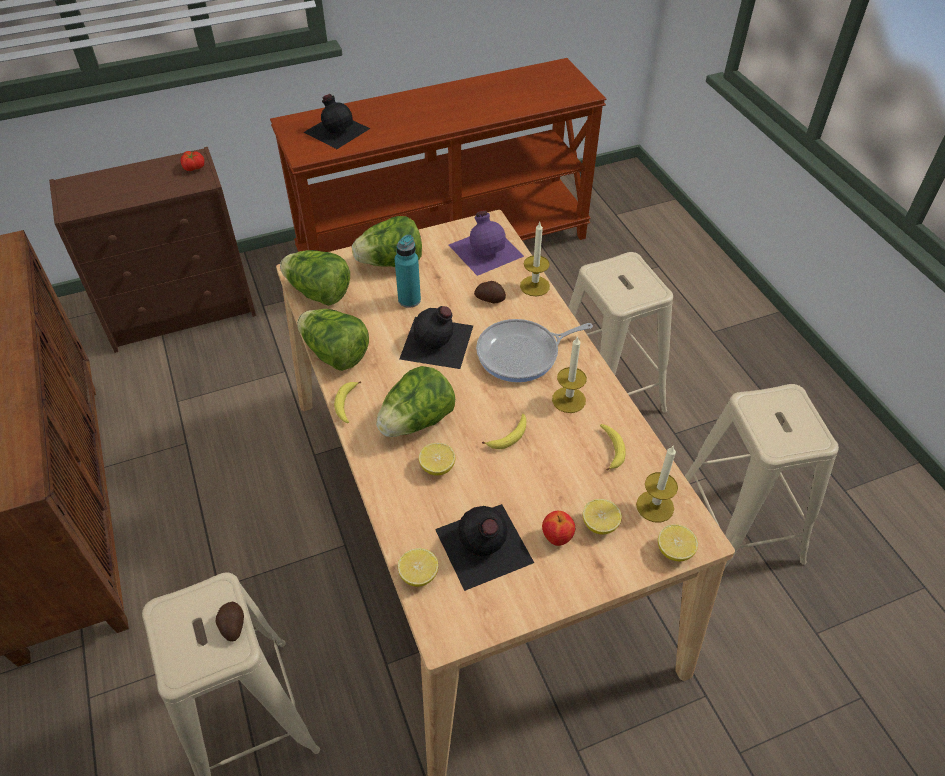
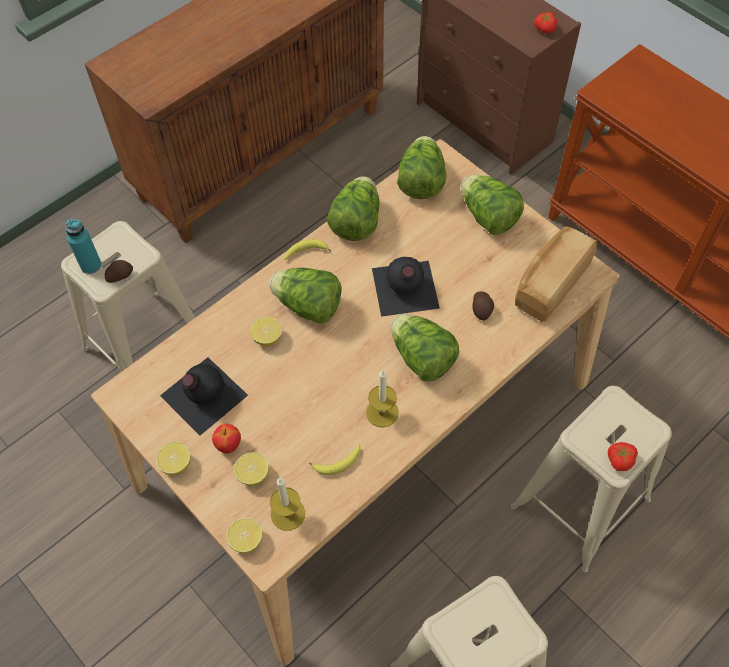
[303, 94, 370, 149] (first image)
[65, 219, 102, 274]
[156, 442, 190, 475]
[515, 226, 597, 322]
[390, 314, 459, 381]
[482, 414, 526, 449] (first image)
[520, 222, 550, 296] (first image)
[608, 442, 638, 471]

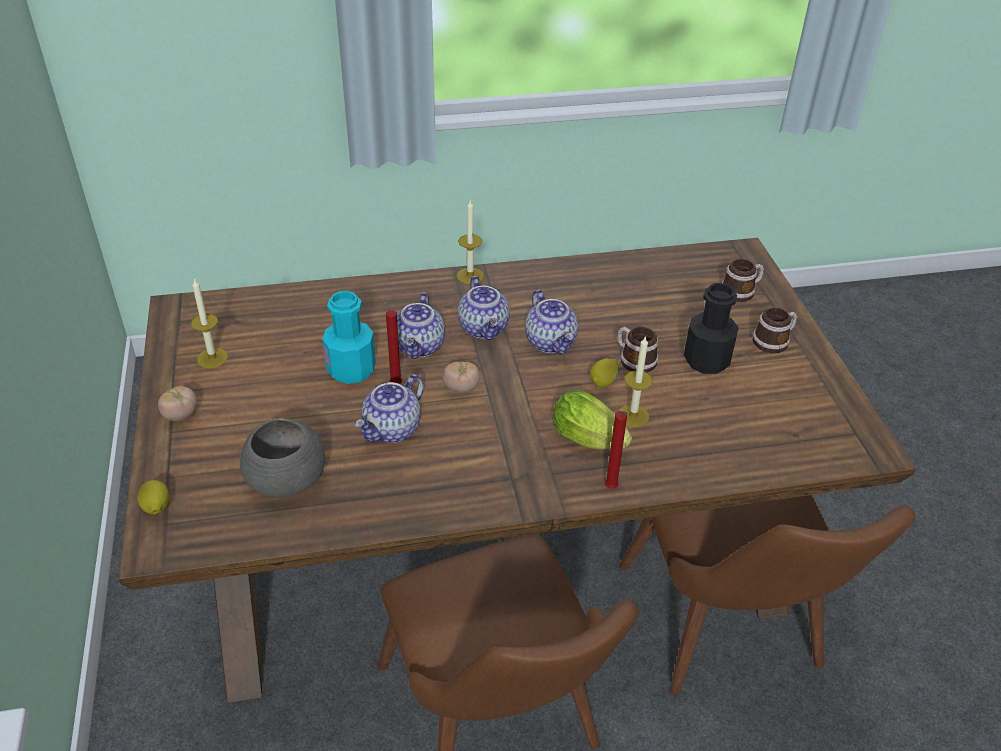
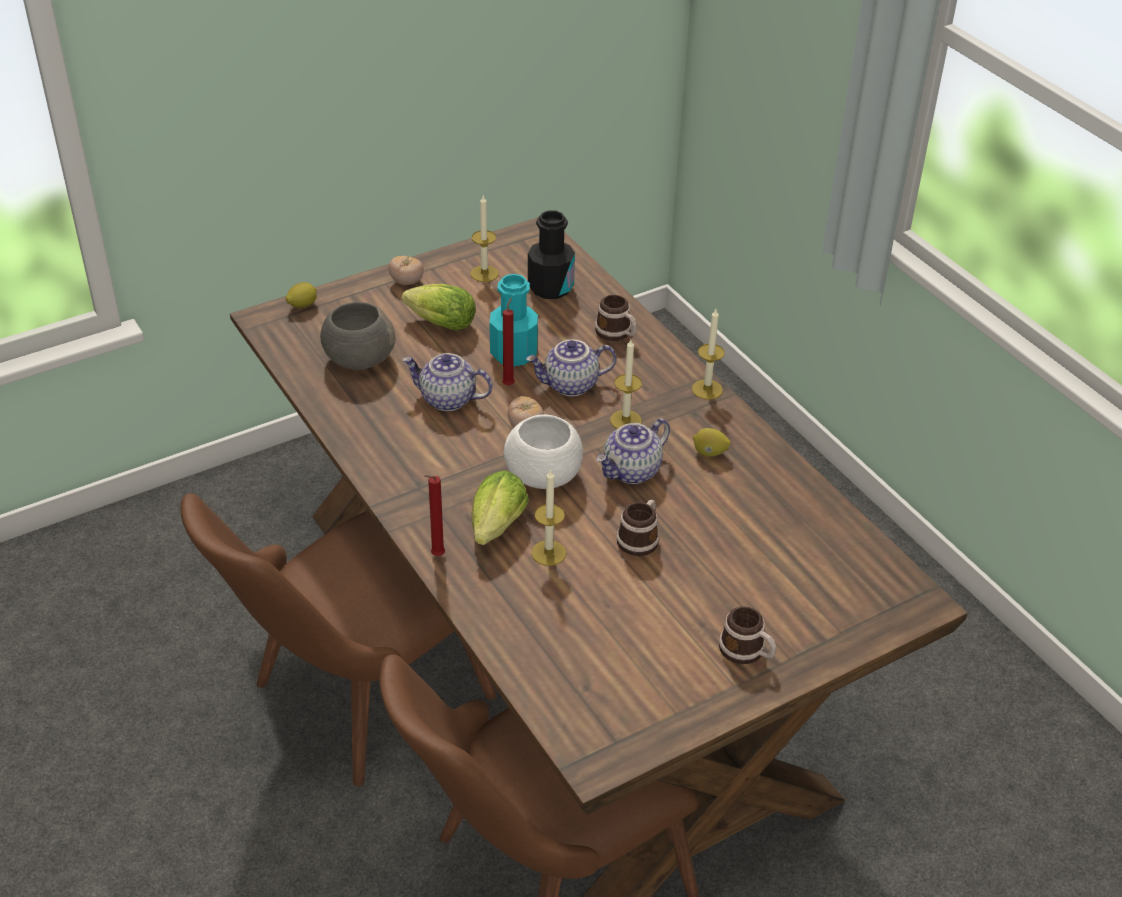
[610, 339, 642, 429]
[693, 428, 731, 456]
[528, 210, 575, 299]
[595, 295, 637, 341]
[402, 284, 476, 330]
[504, 414, 583, 489]

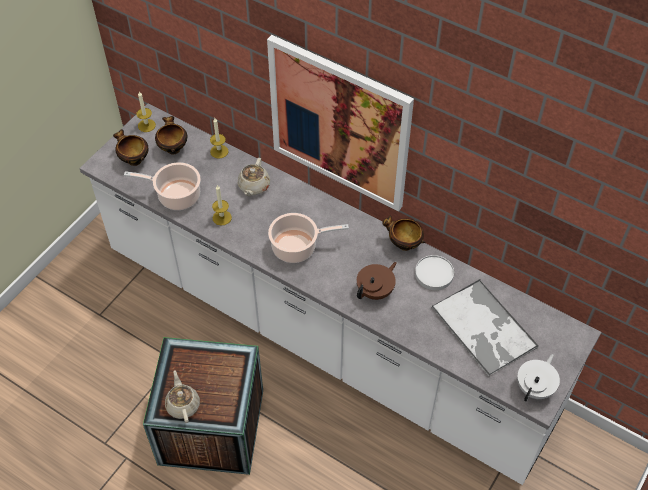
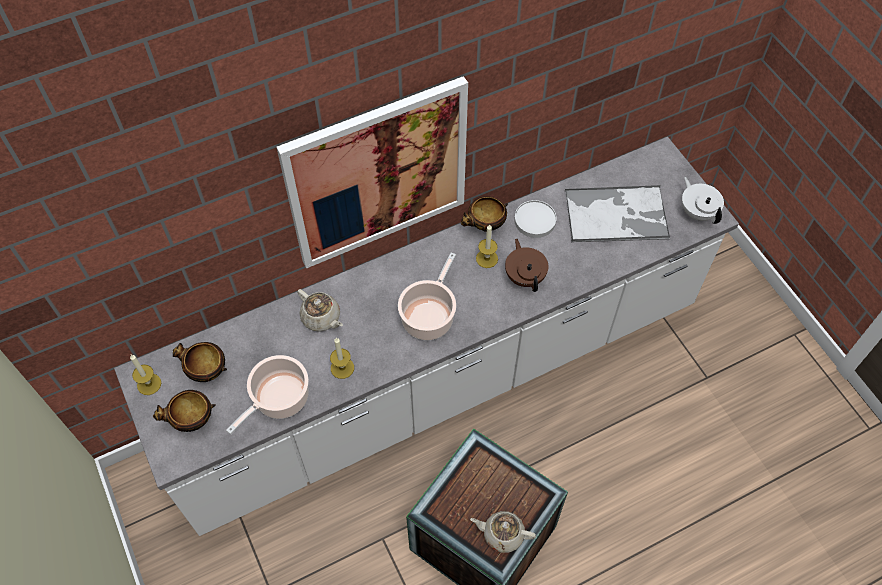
[476, 225, 498, 268]

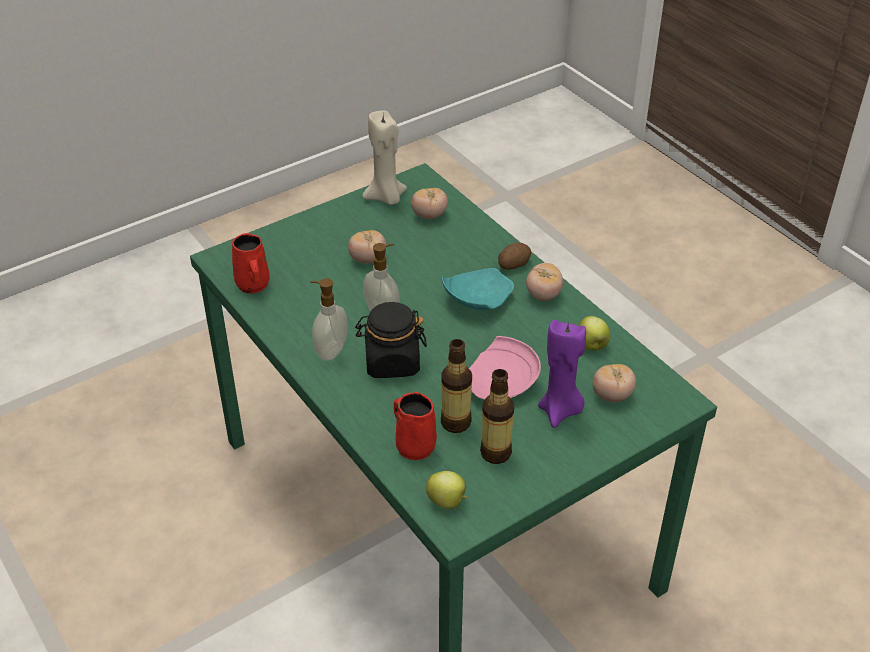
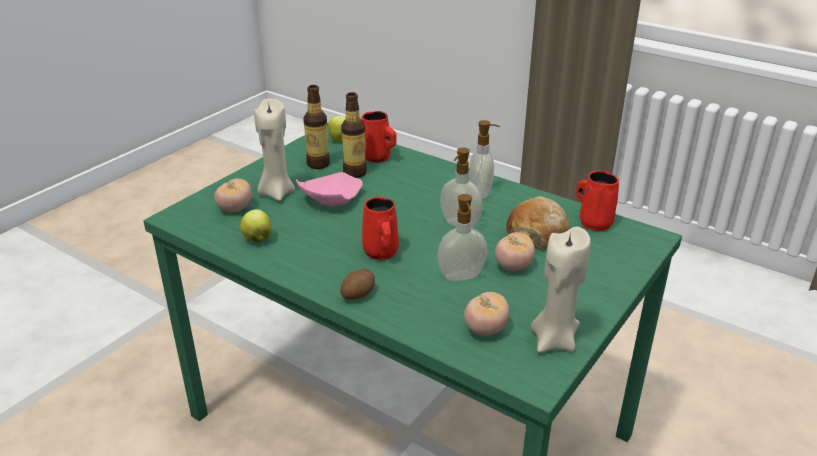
[355, 302, 427, 378] (first image)
[362, 197, 399, 260]
[526, 263, 563, 301] (first image)
[254, 99, 295, 201]
[437, 194, 487, 281]
[506, 196, 570, 249]

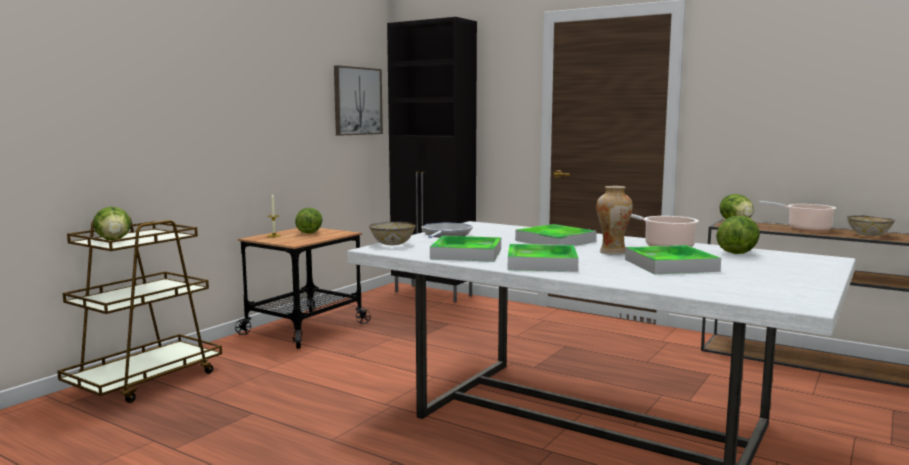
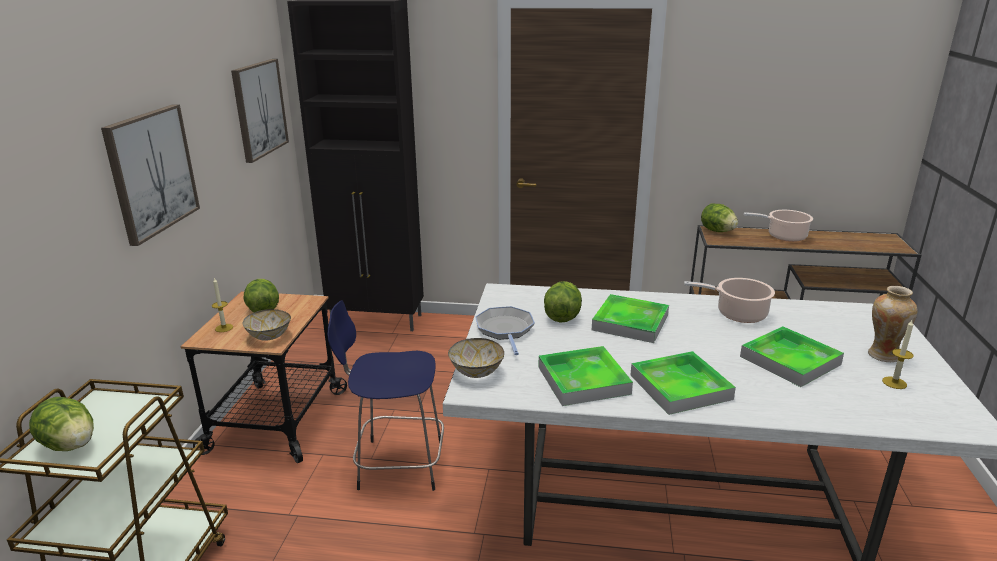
[868, 286, 918, 362]
[544, 281, 582, 323]
[243, 309, 291, 341]
[101, 104, 200, 246]
[327, 300, 444, 491]
[882, 320, 913, 389]

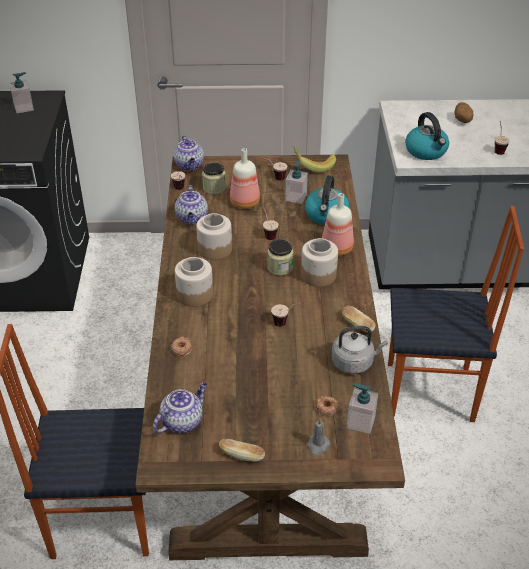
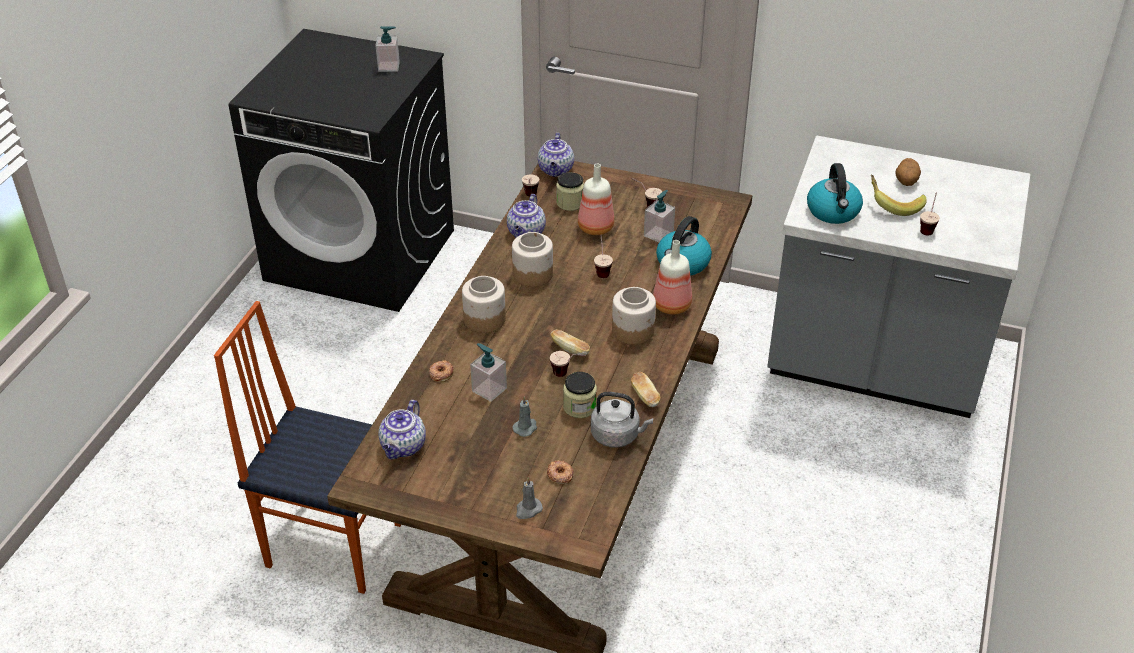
[378, 400, 426, 459]
[551, 330, 590, 355]
[563, 372, 597, 418]
[871, 175, 927, 216]
[470, 343, 507, 402]
[388, 206, 524, 422] (first image)
[512, 396, 537, 437]

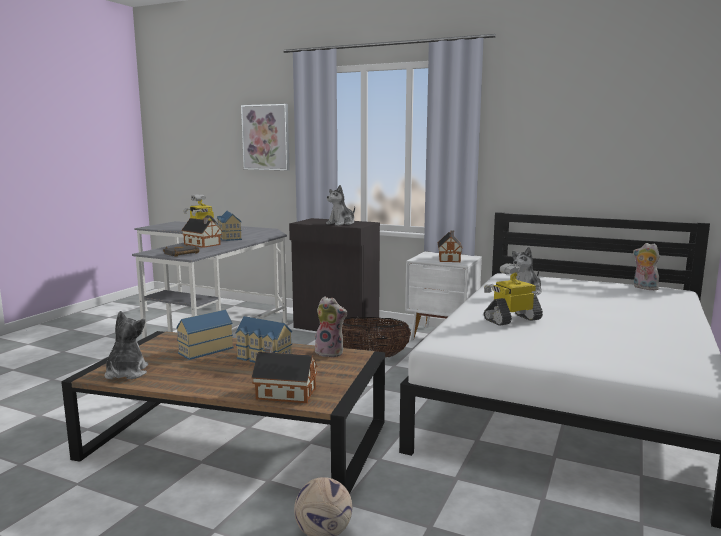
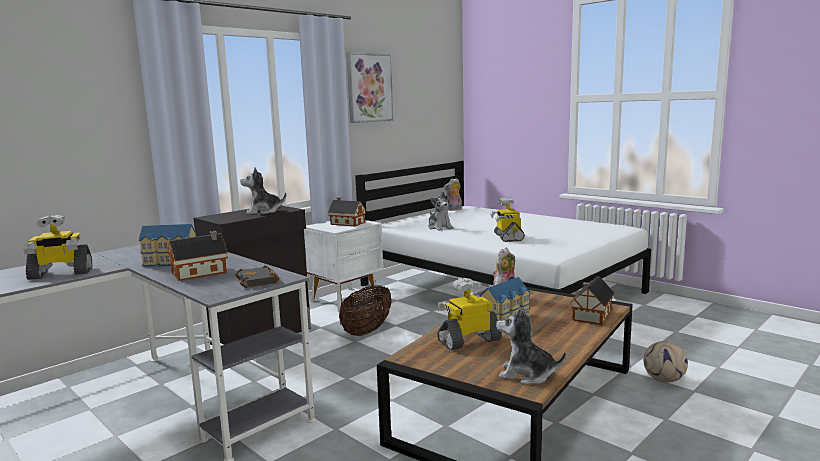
[437, 278, 502, 350]
[347, 52, 393, 123]
[240, 168, 286, 214]

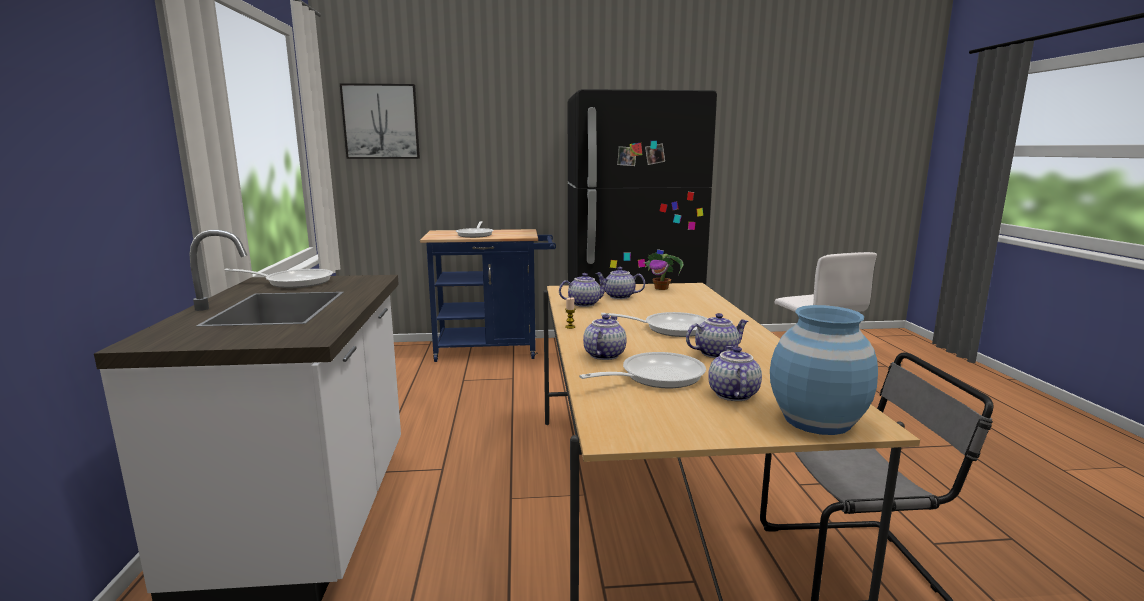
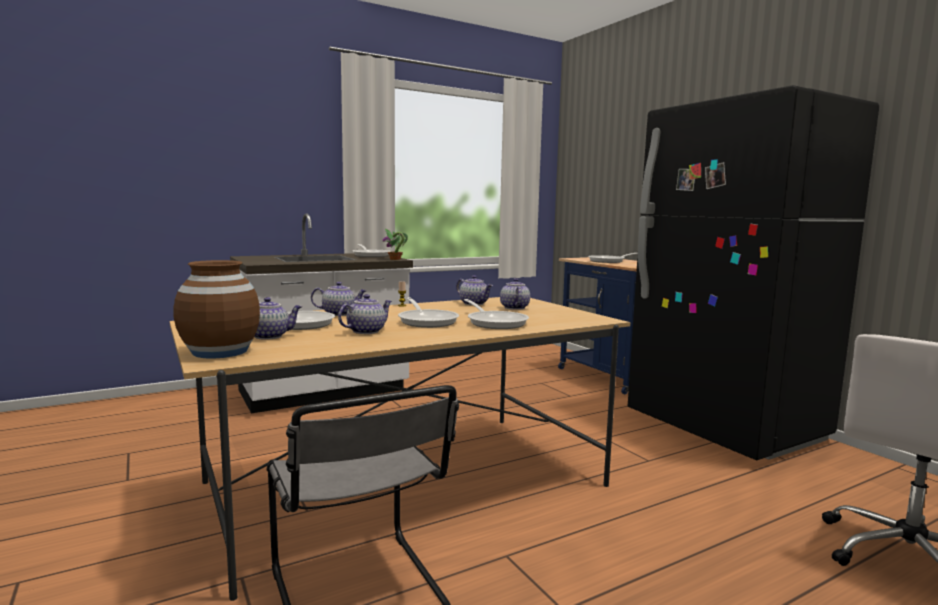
[340, 83, 420, 159] (first image)
[383, 229, 408, 260]
[338, 294, 392, 334]
[174, 260, 260, 359]
[464, 299, 529, 329]

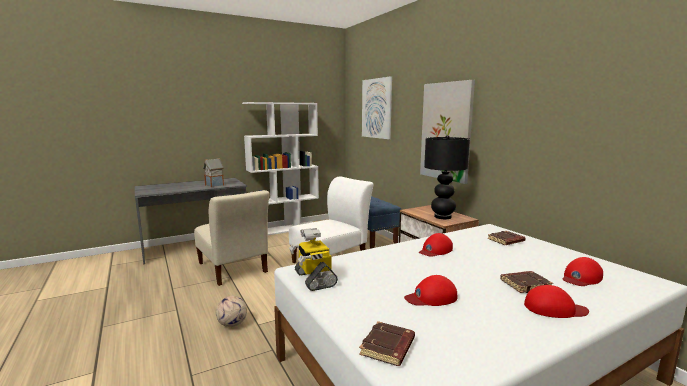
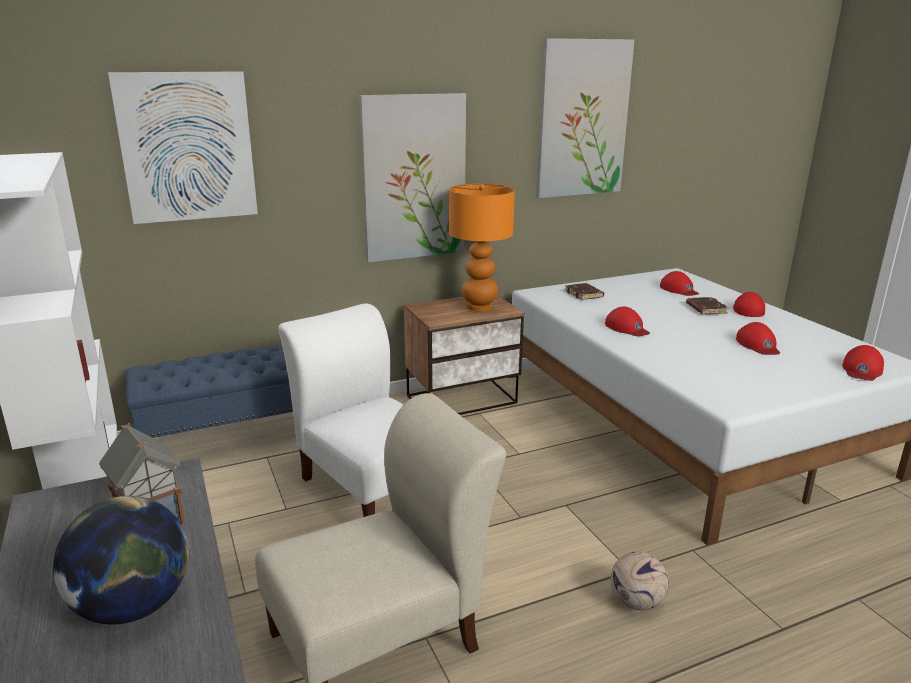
[289, 228, 338, 291] (first image)
[842, 345, 884, 381]
[449, 183, 515, 312]
[53, 496, 189, 624]
[536, 38, 635, 198]

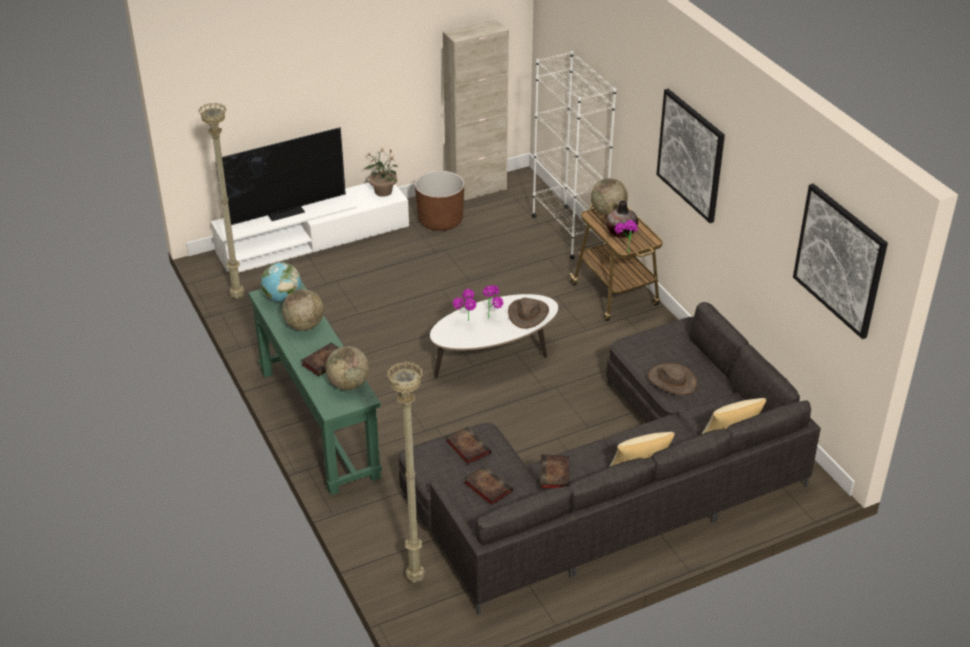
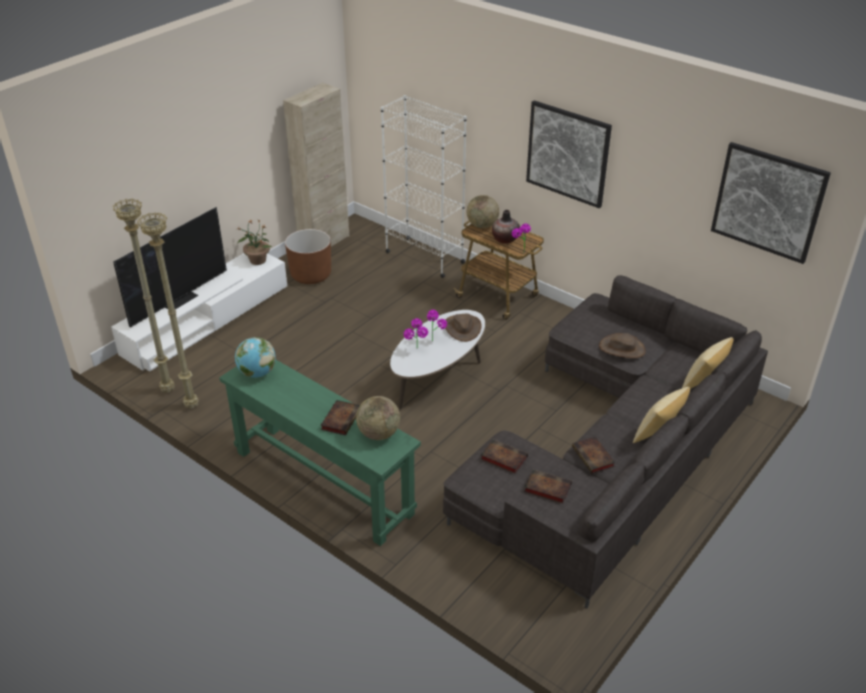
[282, 289, 324, 331] (first image)
[137, 212, 199, 408]

